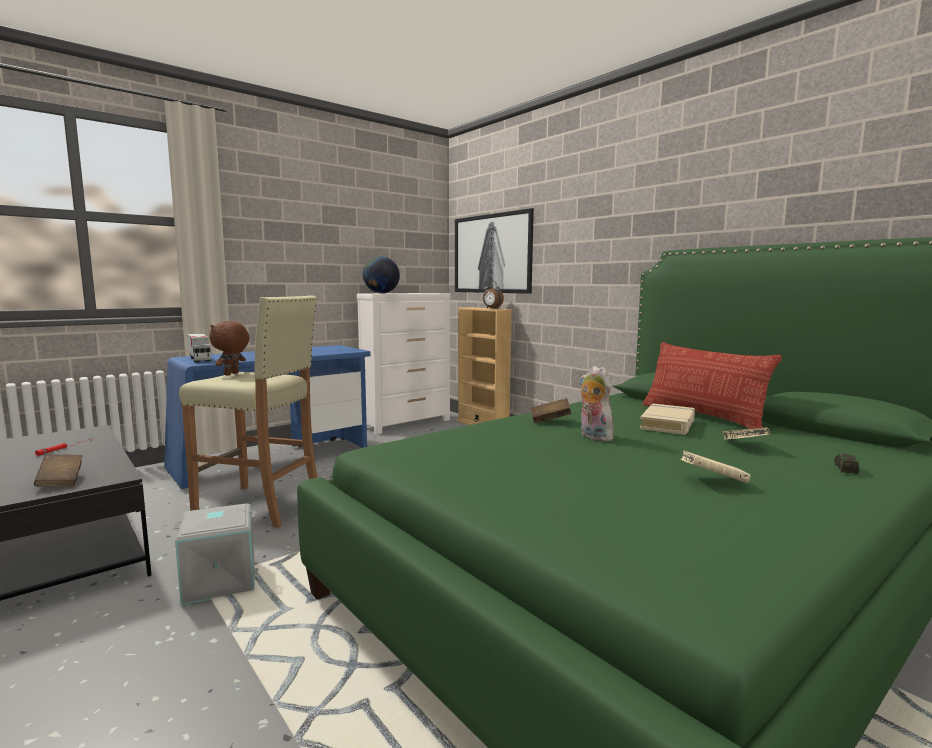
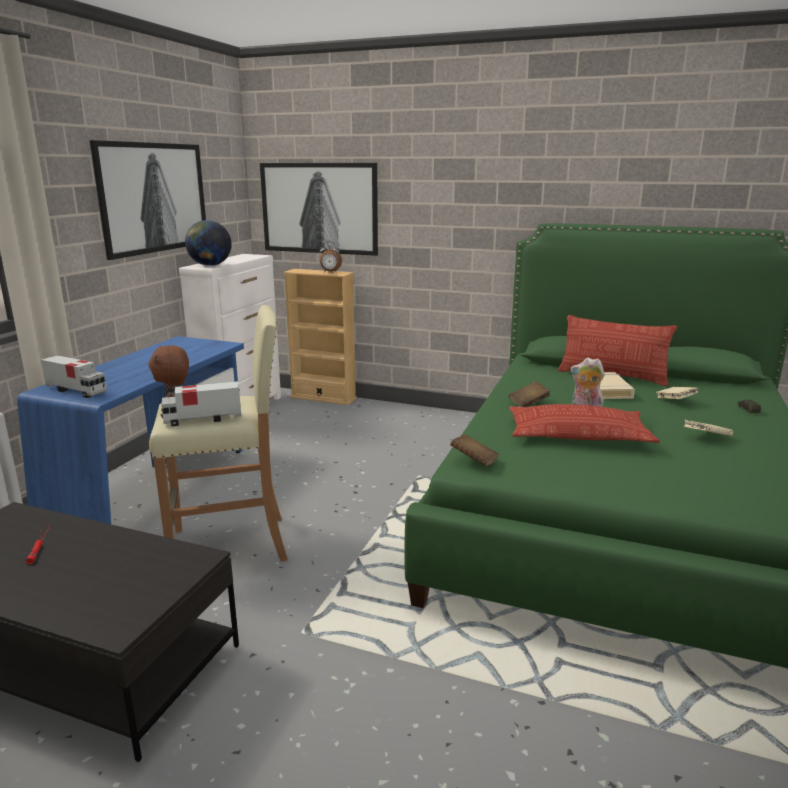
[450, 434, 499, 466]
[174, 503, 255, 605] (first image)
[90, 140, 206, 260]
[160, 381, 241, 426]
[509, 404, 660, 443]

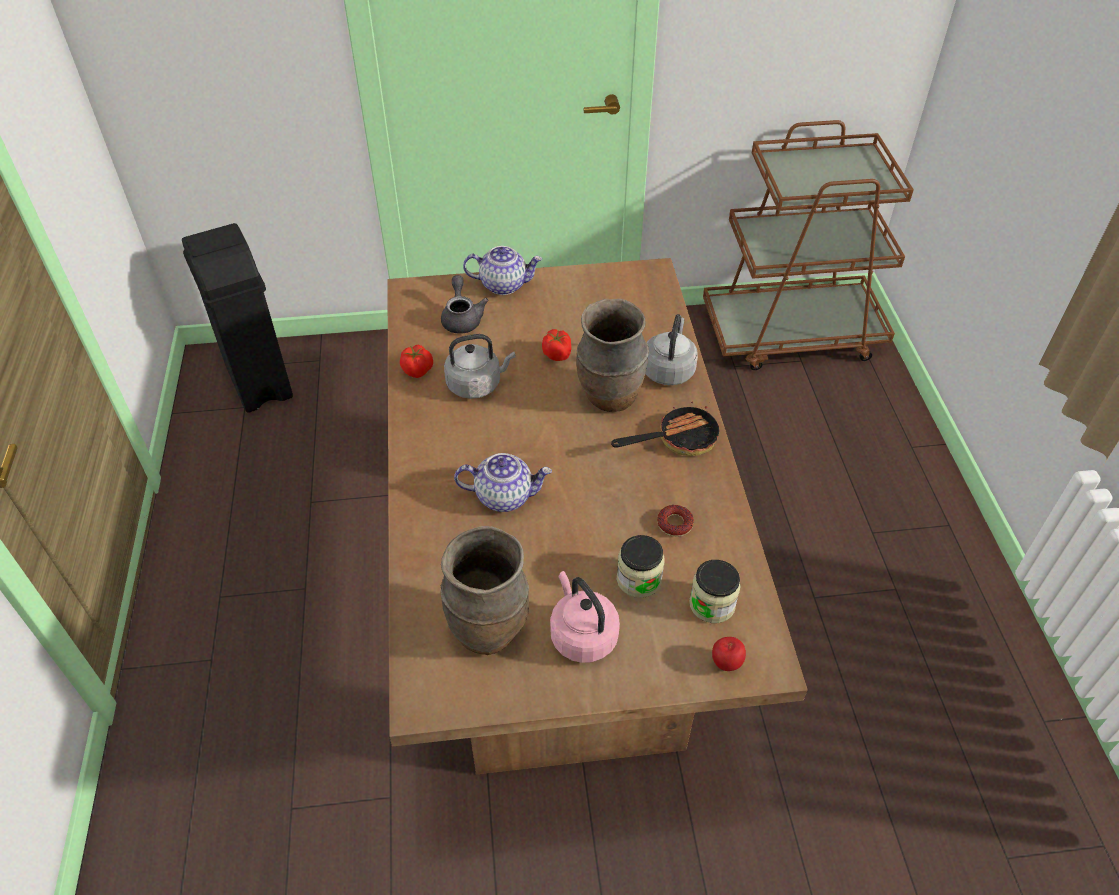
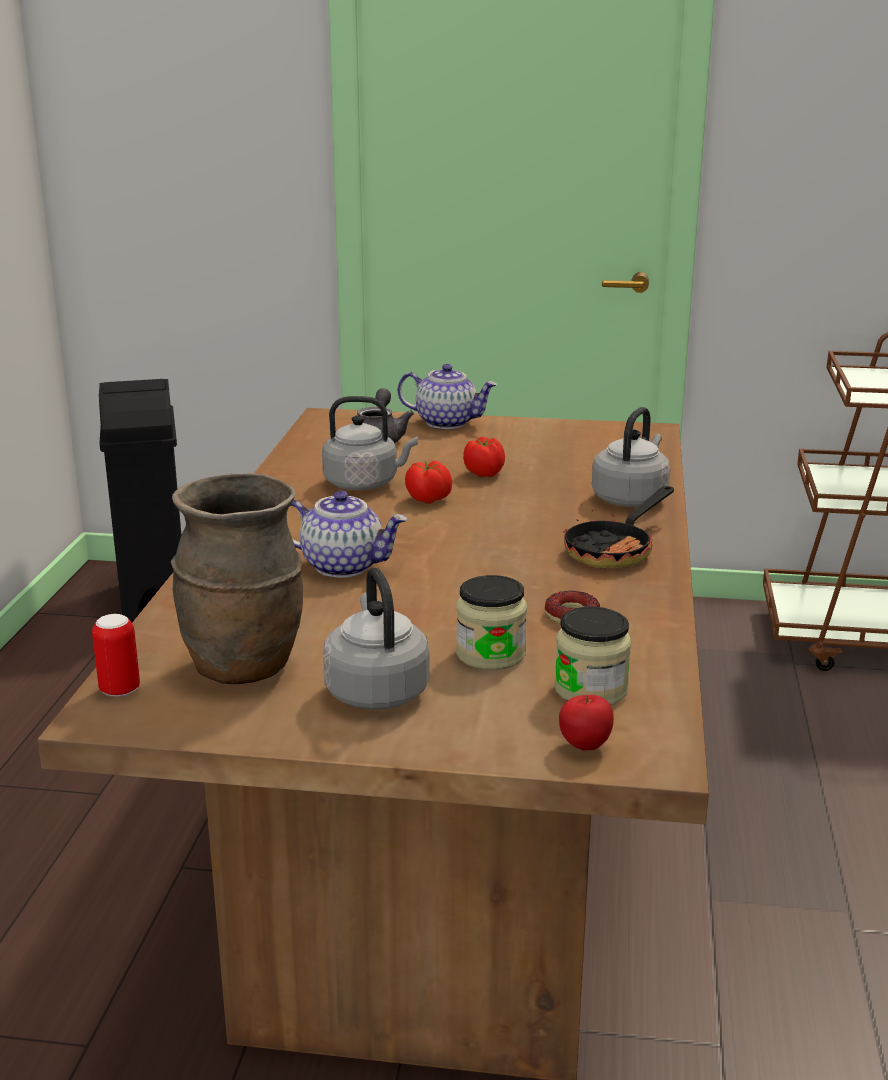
[405, 460, 452, 504]
[323, 567, 430, 710]
[576, 299, 649, 412] (first image)
[564, 486, 674, 568]
[92, 614, 140, 697]

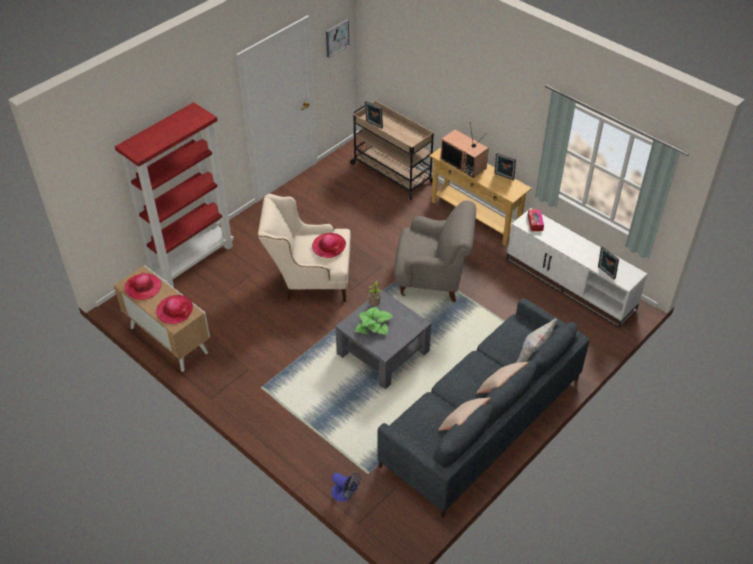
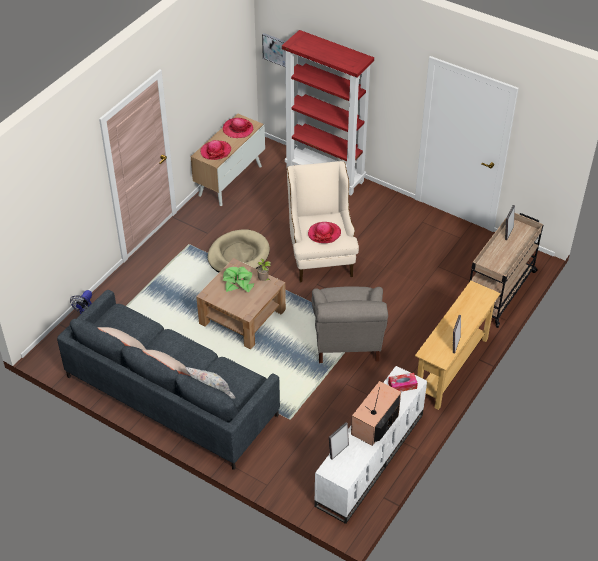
[262, 33, 286, 67]
[196, 258, 286, 350]
[351, 381, 401, 446]
[207, 229, 270, 272]

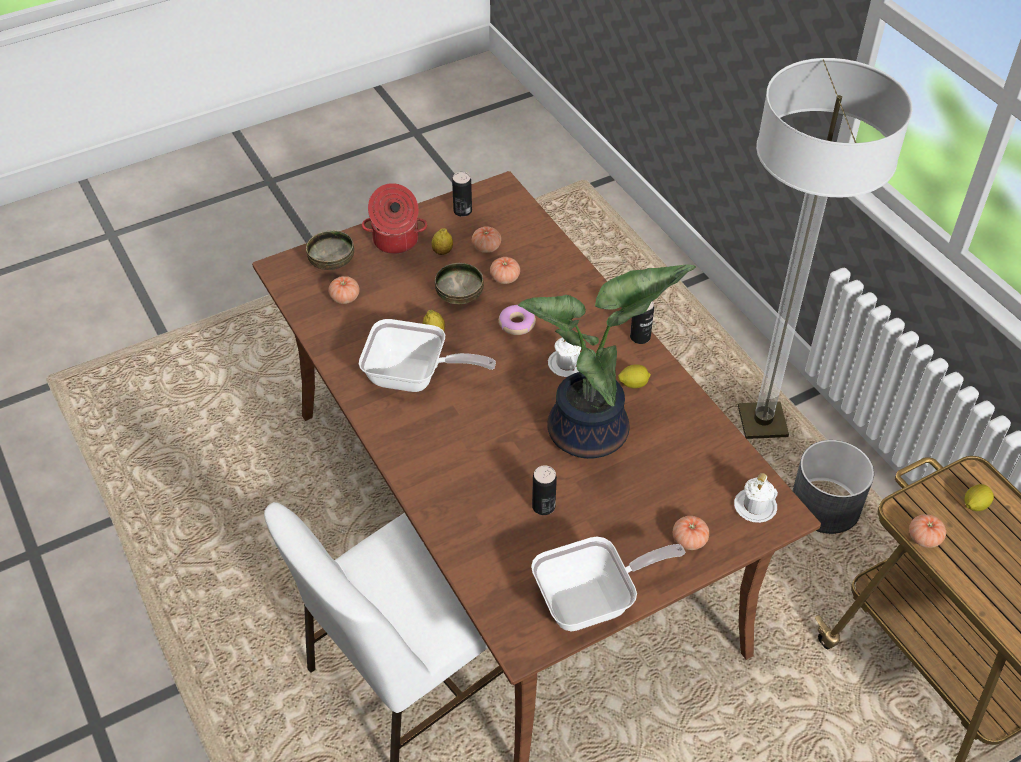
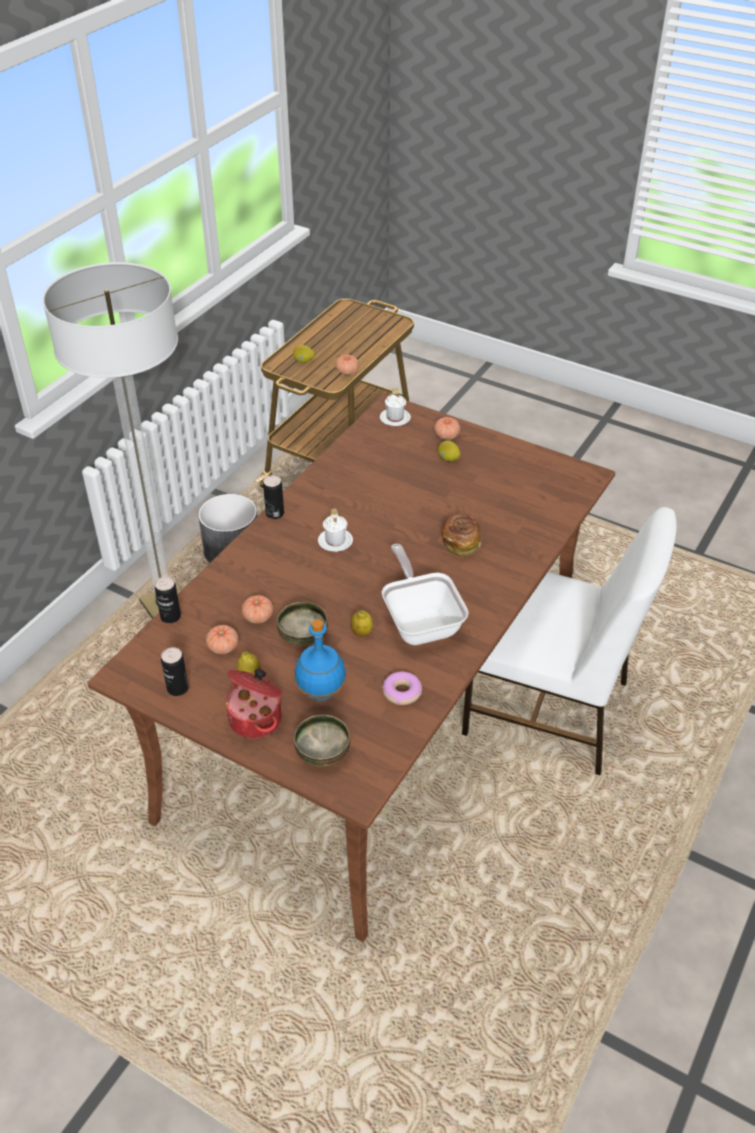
[329, 276, 360, 304] (first image)
[382, 671, 422, 705]
[518, 264, 696, 459] (first image)
[531, 537, 685, 631] (first image)
[155, 577, 181, 623]
[438, 441, 461, 461]
[295, 619, 346, 701]
[442, 513, 481, 556]

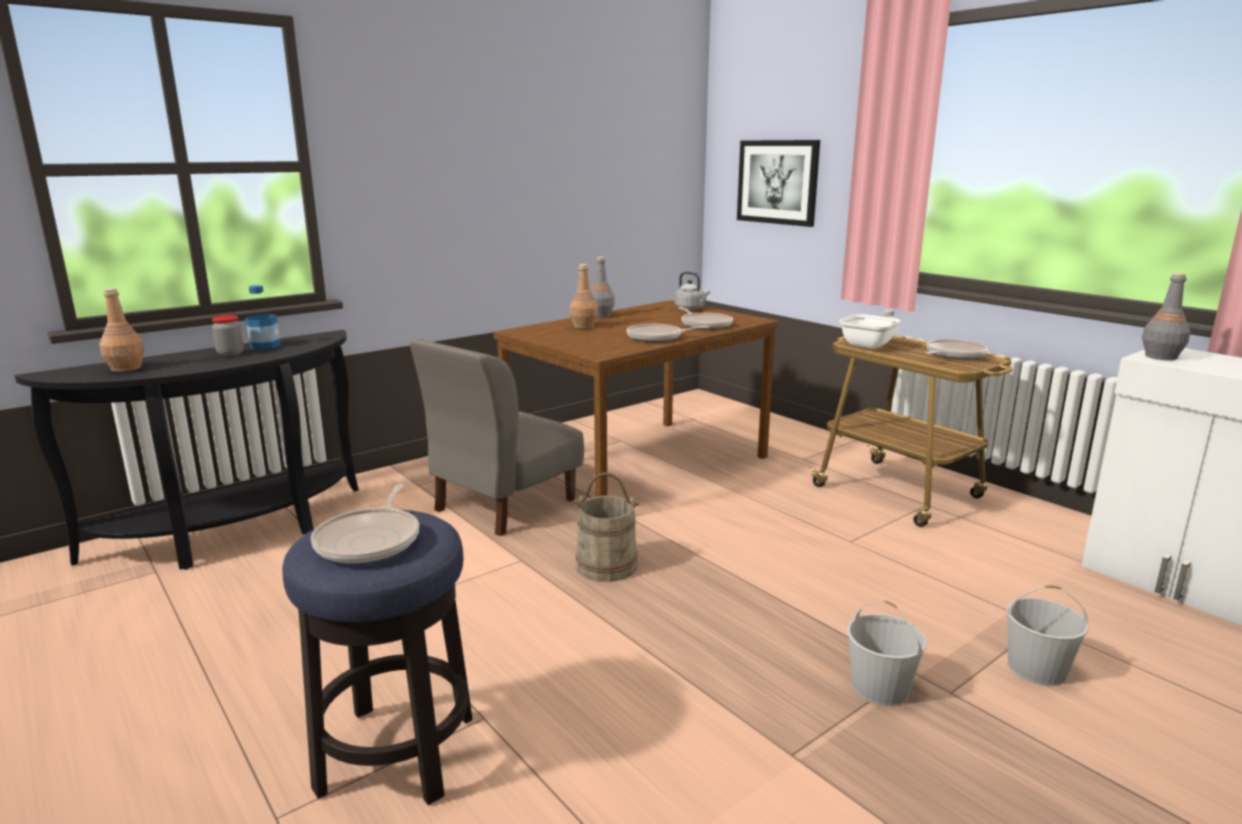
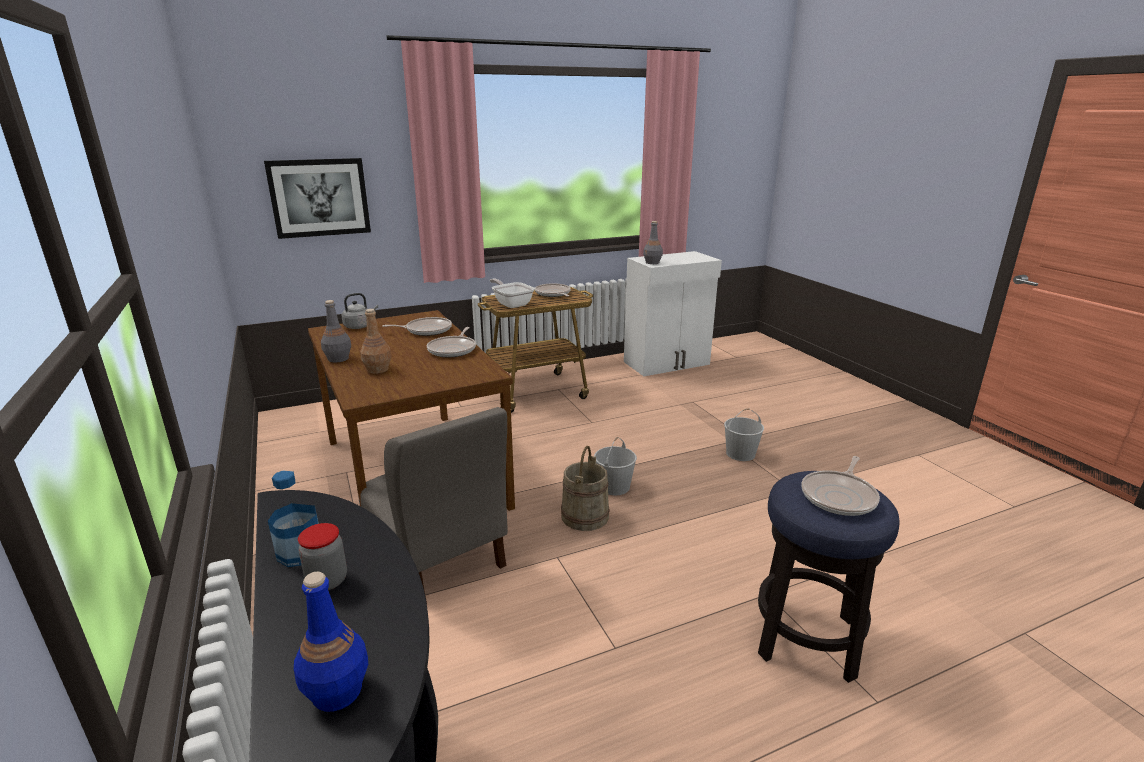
[294, 572, 368, 712]
[801, 456, 880, 516]
[594, 437, 637, 495]

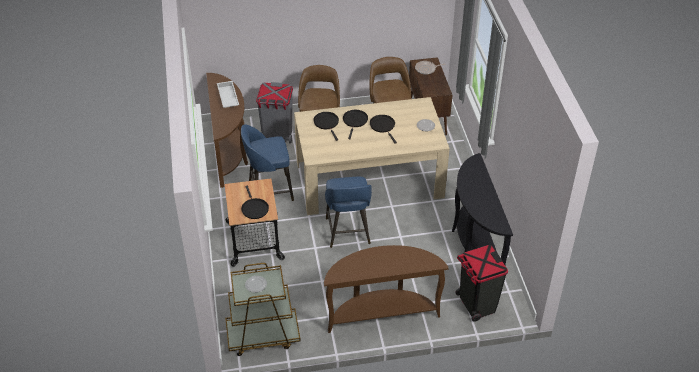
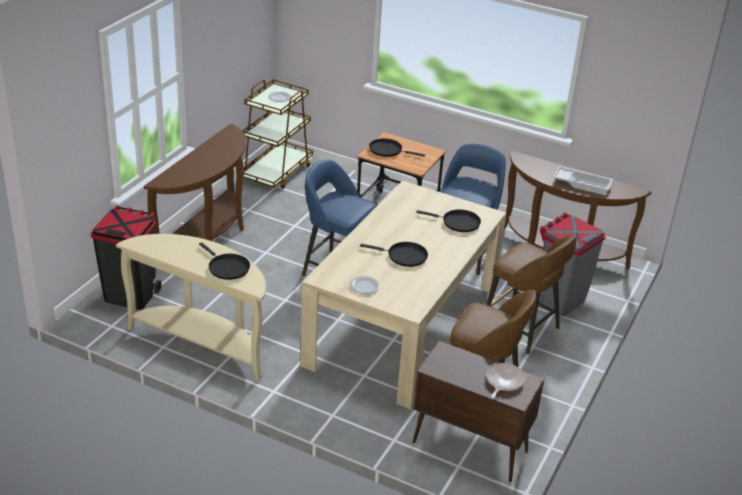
[199, 242, 250, 280]
[116, 234, 266, 382]

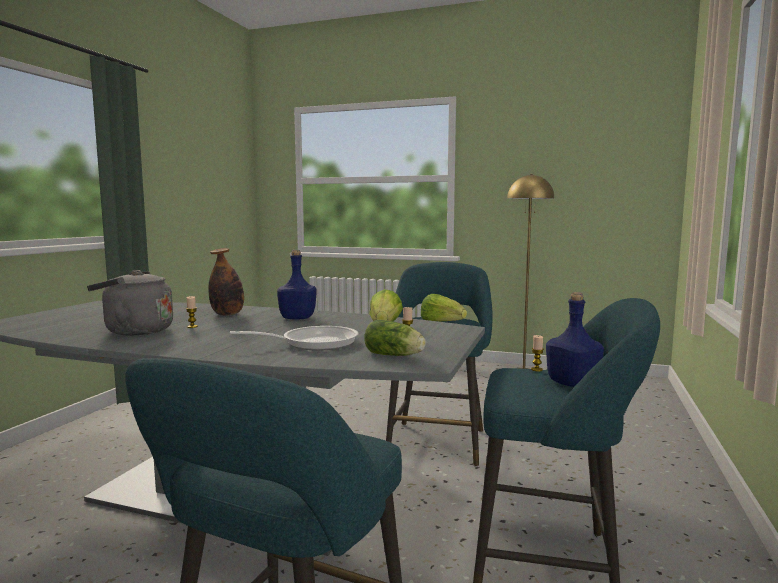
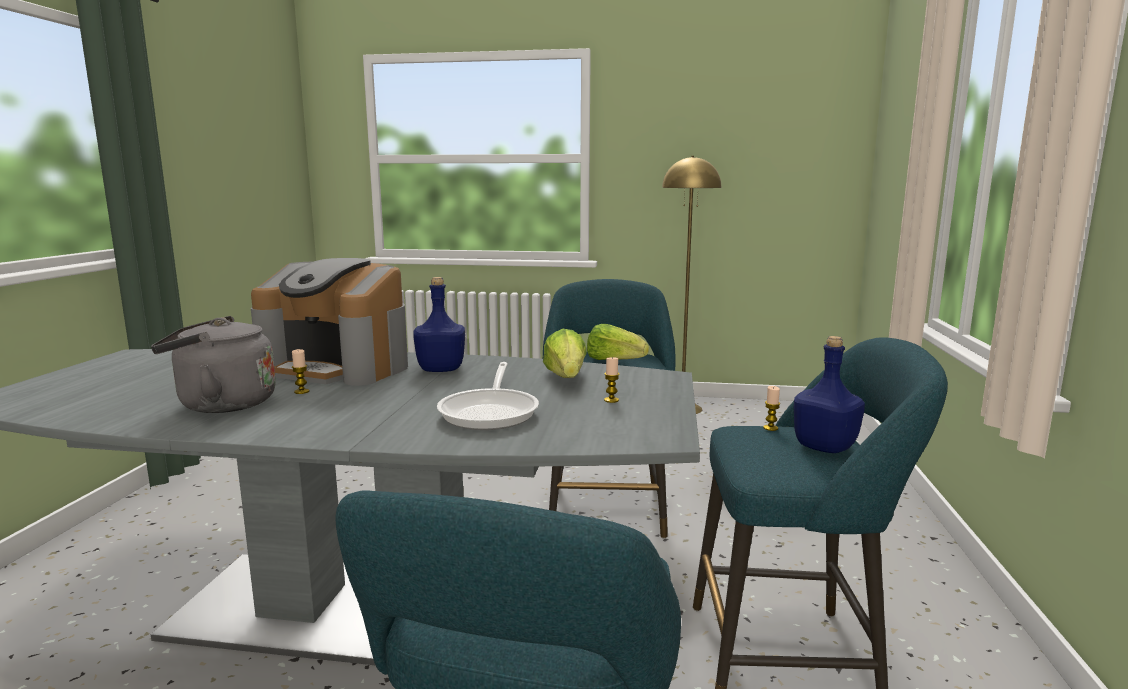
[251, 258, 408, 386]
[437, 362, 539, 430]
[364, 319, 426, 356] (first image)

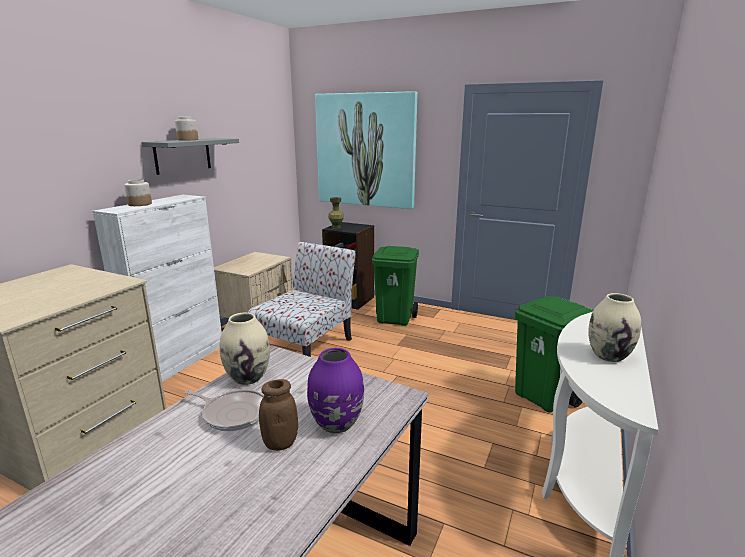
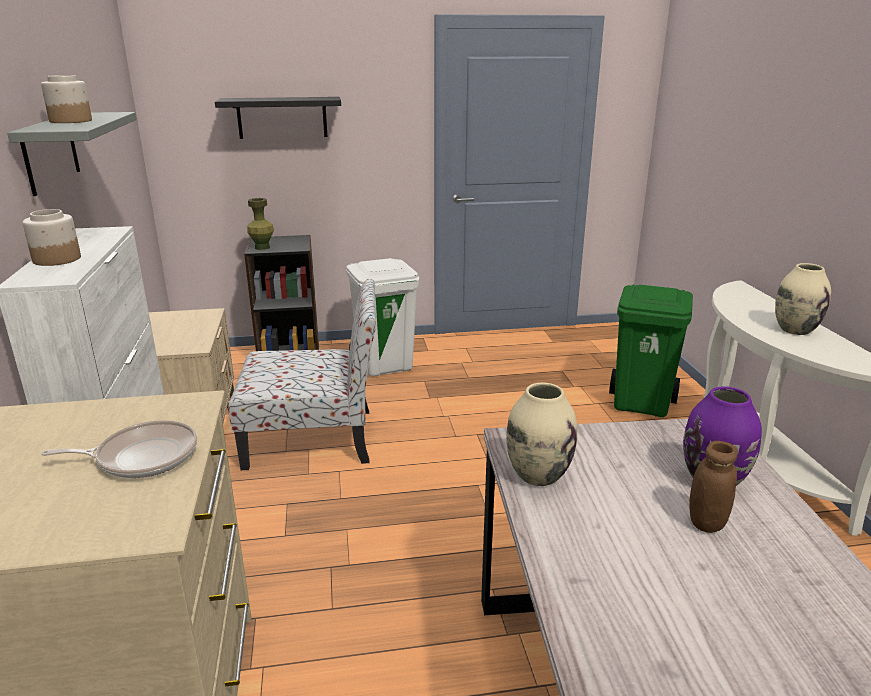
[41, 420, 197, 478]
[228, 279, 376, 470]
[215, 97, 341, 139]
[346, 258, 420, 377]

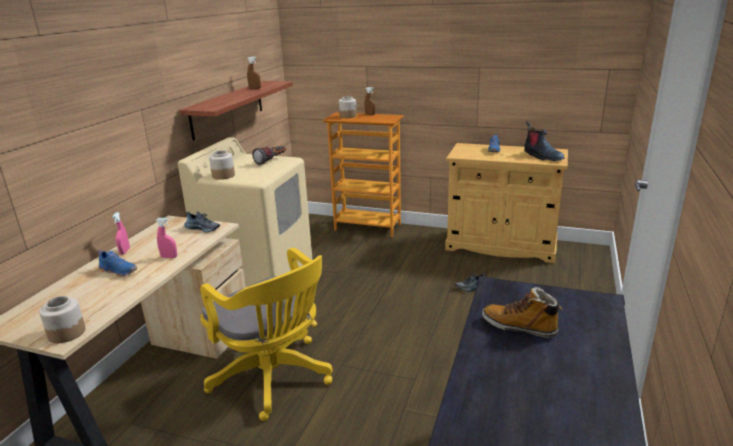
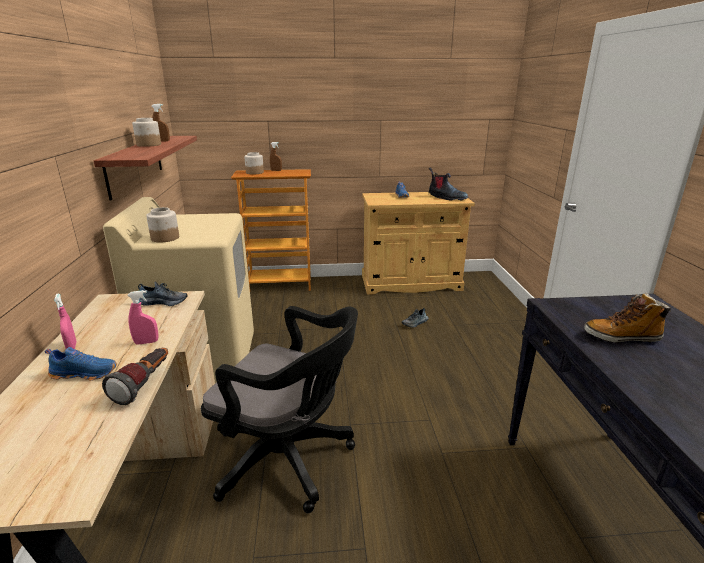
[132, 118, 161, 147]
[201, 306, 358, 513]
[102, 348, 168, 405]

